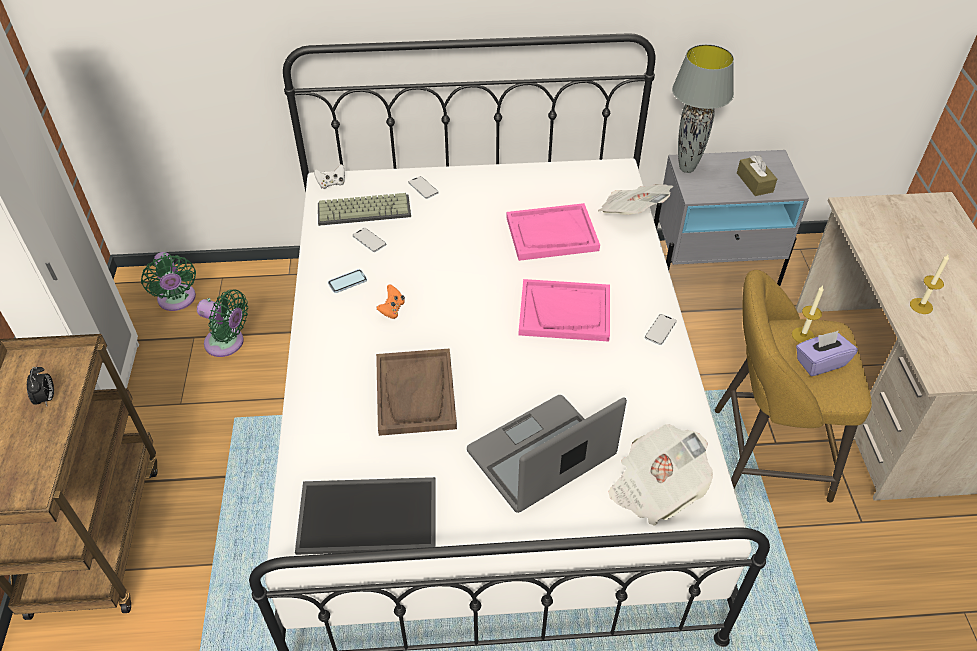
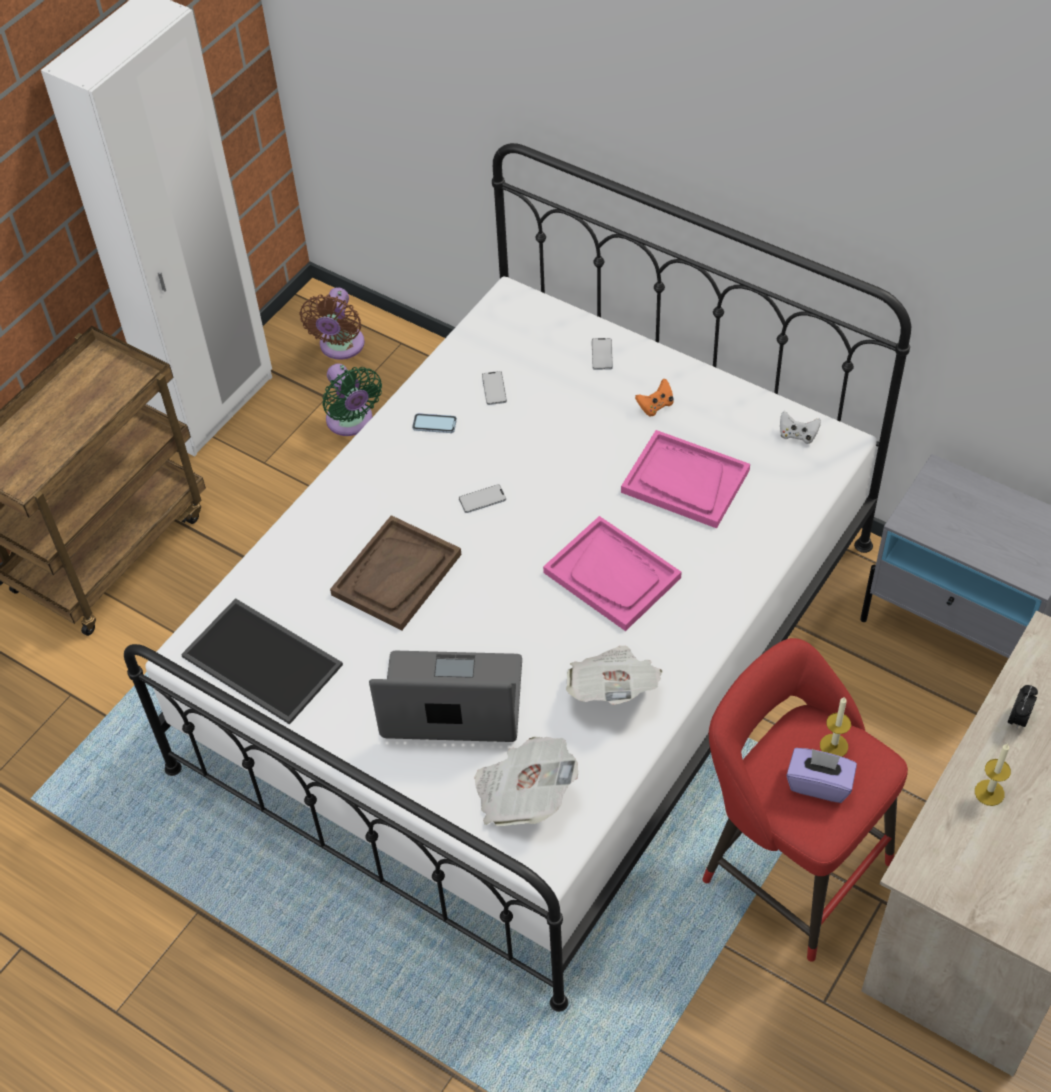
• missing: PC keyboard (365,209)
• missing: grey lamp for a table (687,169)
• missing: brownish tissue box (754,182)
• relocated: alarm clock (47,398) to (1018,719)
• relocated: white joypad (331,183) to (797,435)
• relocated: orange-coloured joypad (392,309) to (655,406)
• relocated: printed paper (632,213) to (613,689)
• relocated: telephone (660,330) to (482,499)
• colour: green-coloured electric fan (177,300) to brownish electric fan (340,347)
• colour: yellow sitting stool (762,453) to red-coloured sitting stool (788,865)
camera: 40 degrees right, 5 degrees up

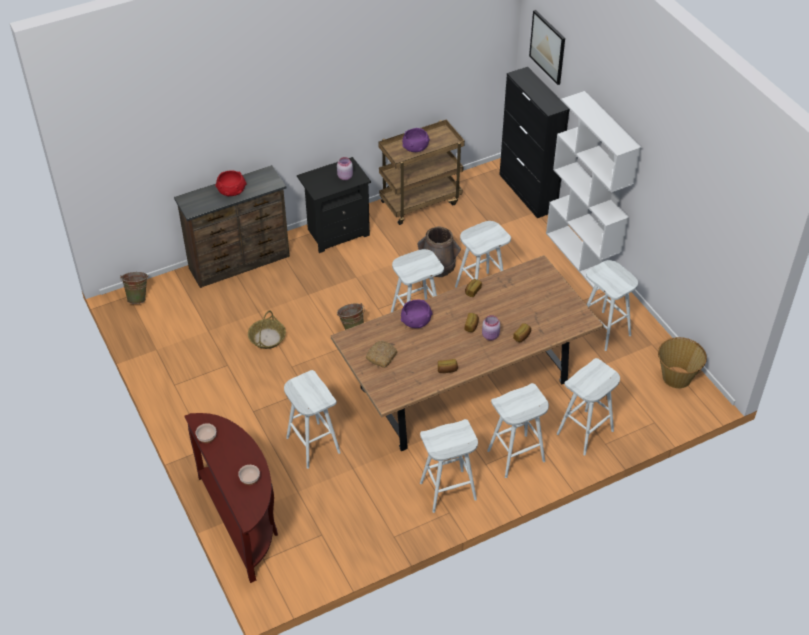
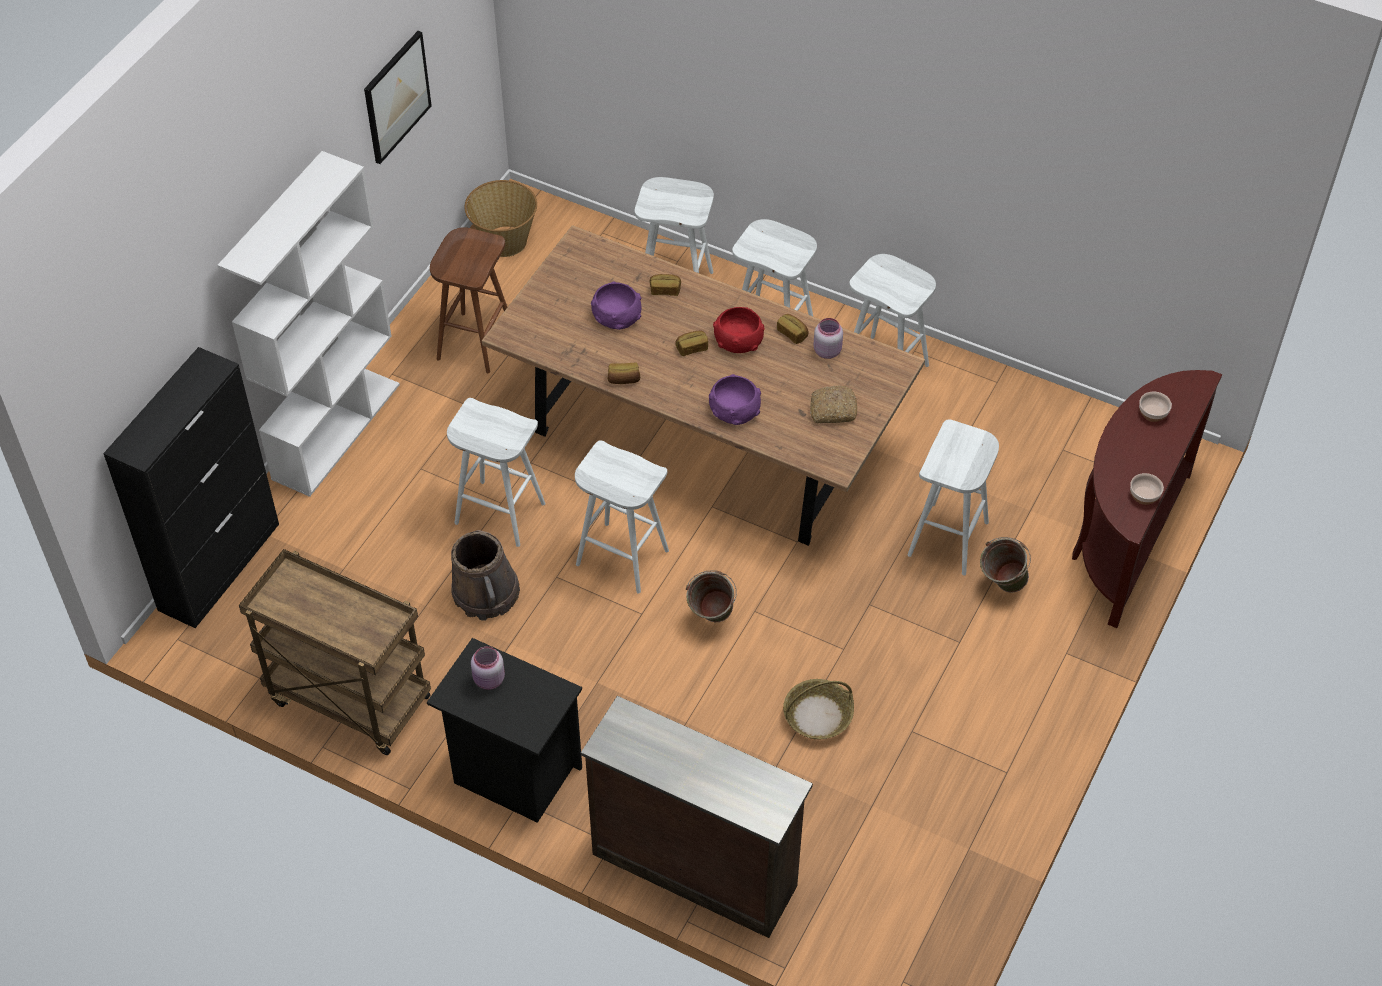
• relocated: green-coloured pail (138,297) to (1001,586)
• relocated: red-coloured bowl (231,189) to (738,341)
• relocated: purplish bowl (415,147) to (617,316)
• relocated: pinkish storage jar (491,336) to (827,350)
• relocated: wall art (547,47) to (396,96)
• colour: white sitting stool (605,331) to brownish sitting stool (475,341)
camera: 125 degrees left, 5 degrees up

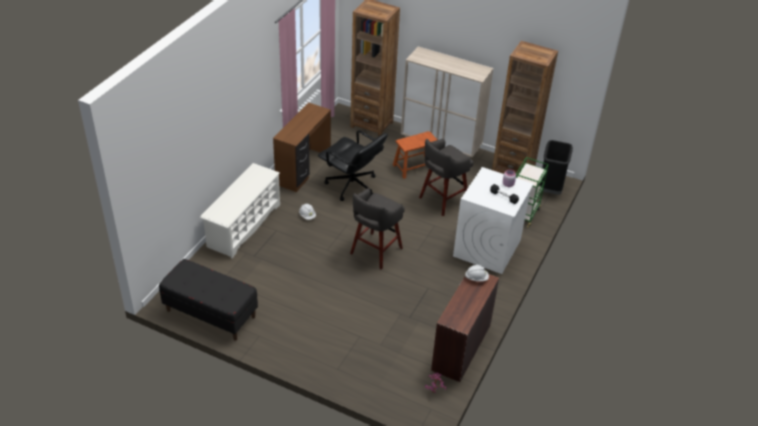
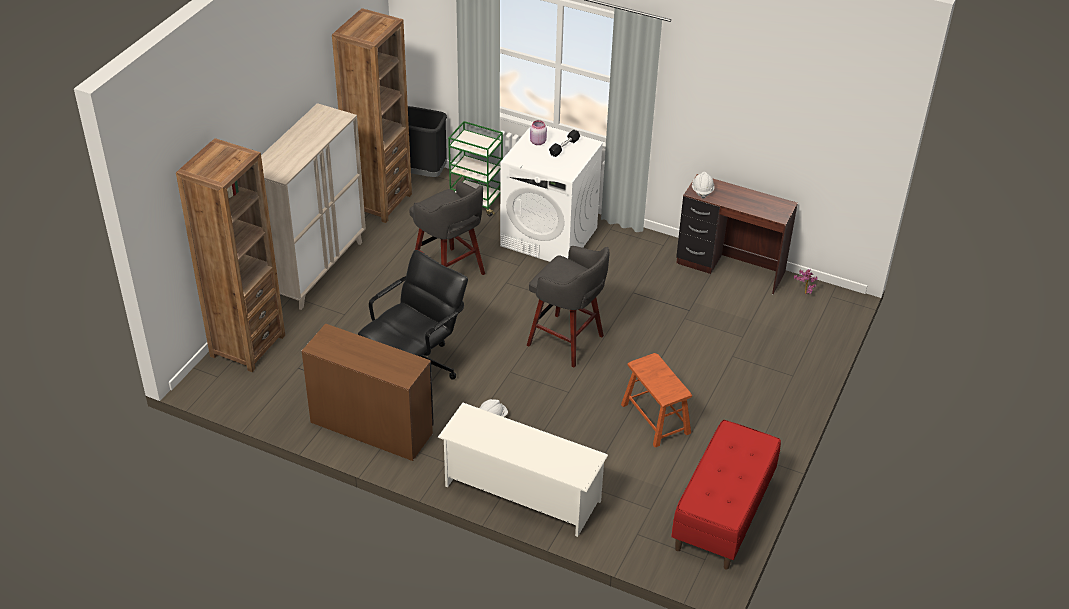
• relocated: brownish sitting stool (415,167) to (655,418)
• colour: black indoor bench (210,313) to red-coloured indoor bench (723,515)
camera: 90 degrees left, 0 degrees up

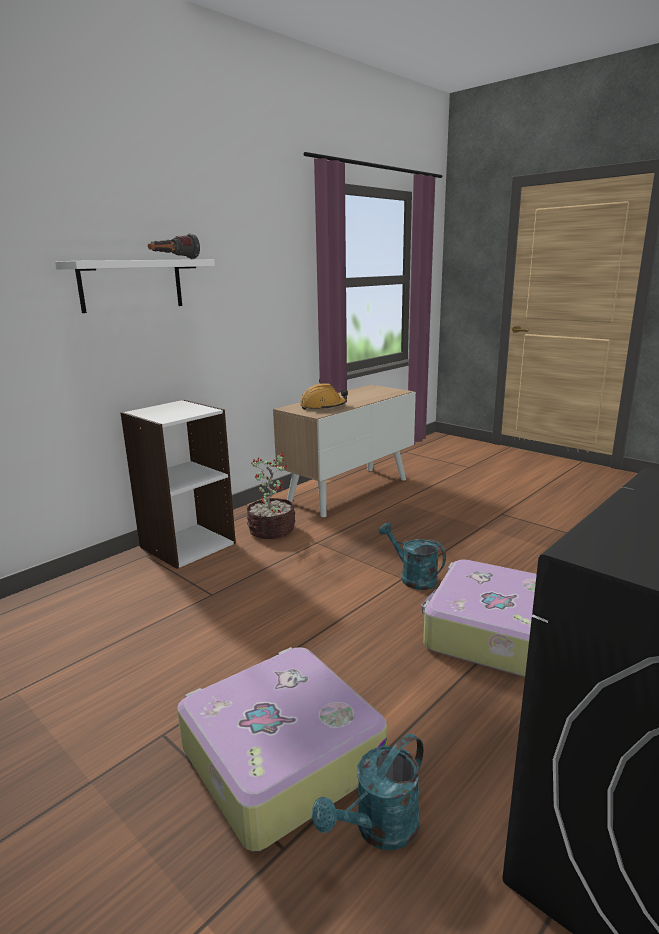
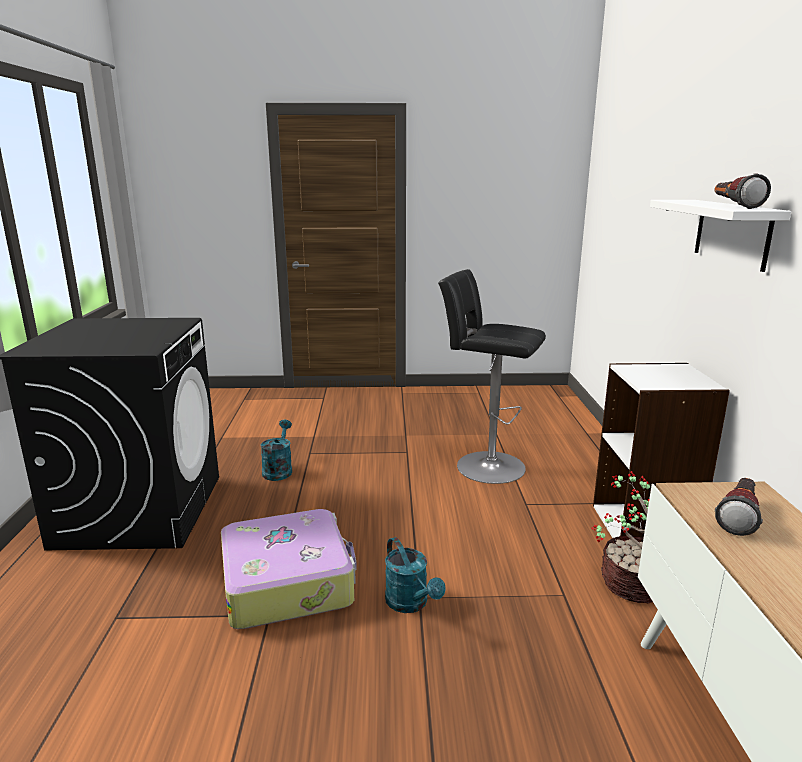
• missing: piece of luggage (279,756)
• appeared: black sitting stool (485,466)
• exchanged: orange-coloured safety helmet (323,407) to hand torch (738,517)
• spun: blue-green sprinkling can (413,578) = (411,604) 60 degrees clockwise
camera: 135 degrees right, 0 degrees up

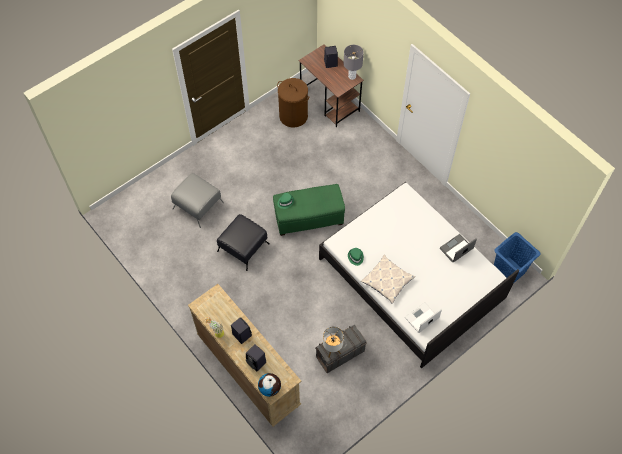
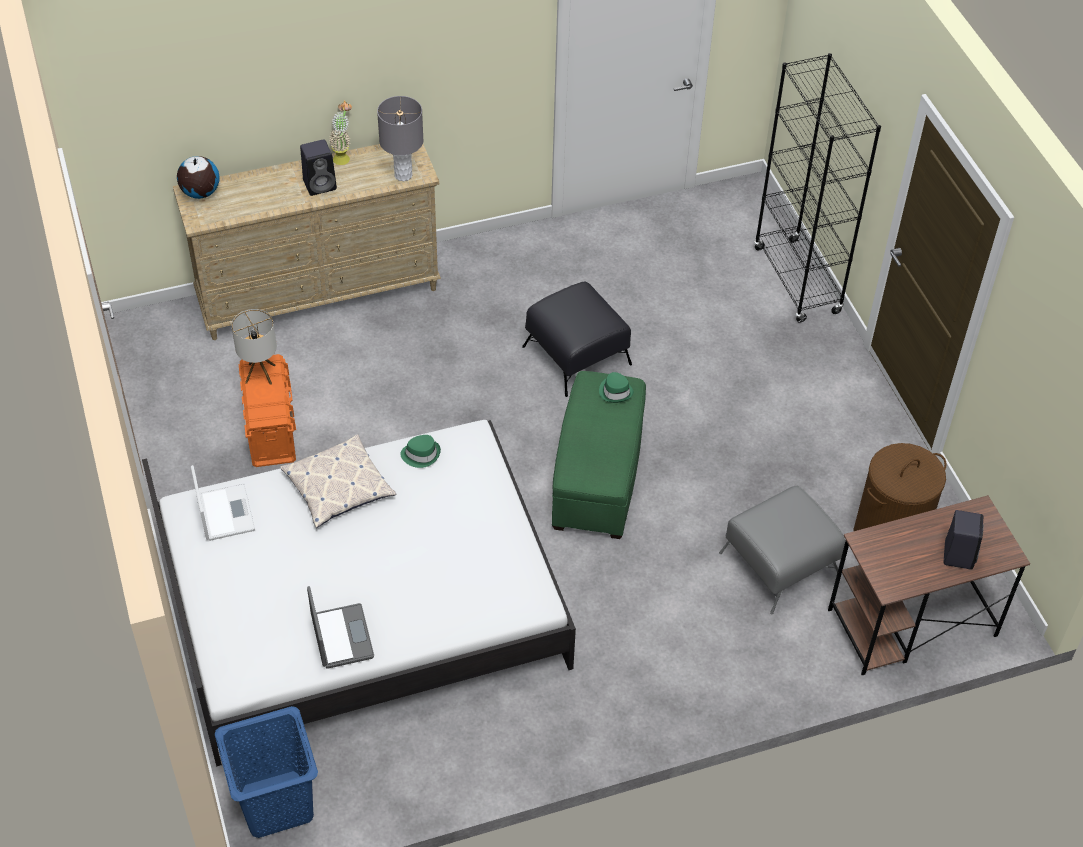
• missing: black speaker (257,362)
• appeared: black bookshelf (797,281)
• relocated: grey footrest (198,206) to (778,564)
• relocated: grey lamp for a table (352,76) to (403,175)
• colour: grey storage box (340,354) to orange-coloured storage box (271,429)
camera: 110 degrees right, 10 degrees down

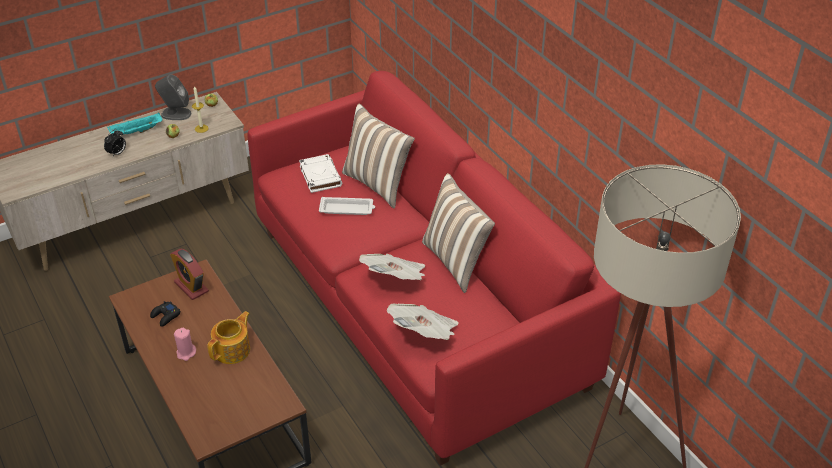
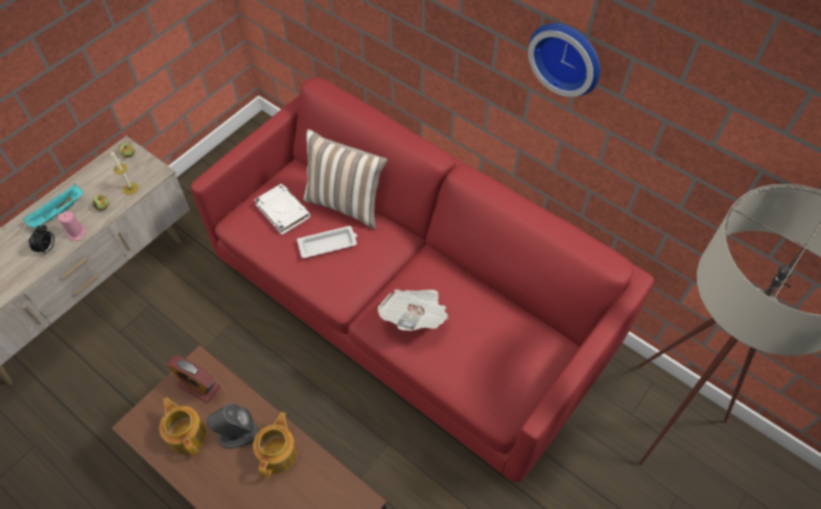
• missing: printed paper (424,333)
• missing: pillow (456,262)
• appeared: clock on the wall (567,56)
• relocated: grey speaker (175,114) to (237,434)
• relocated: pinkish wax candle (186,353) to (77,233)
• exchanged: black joypad (165,316) to teapot (187,433)
camera: 20 degrees left, 15 degrees up

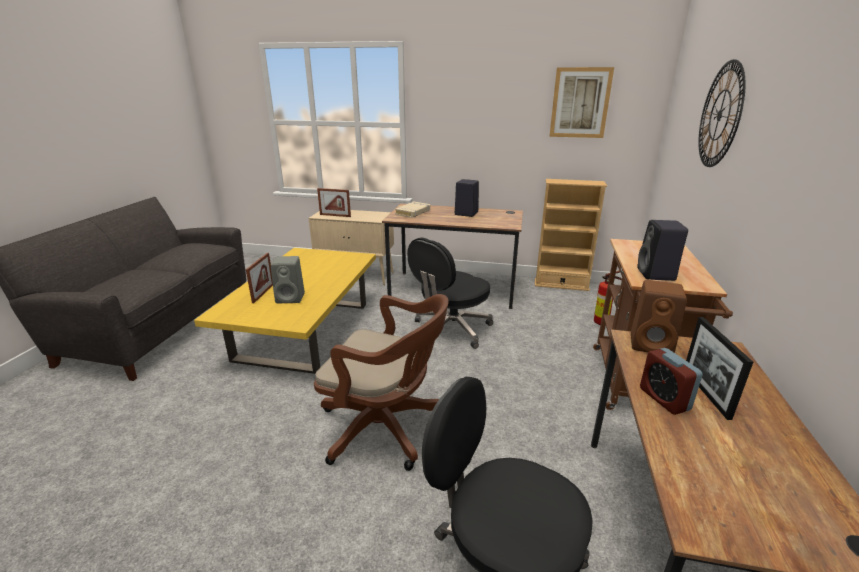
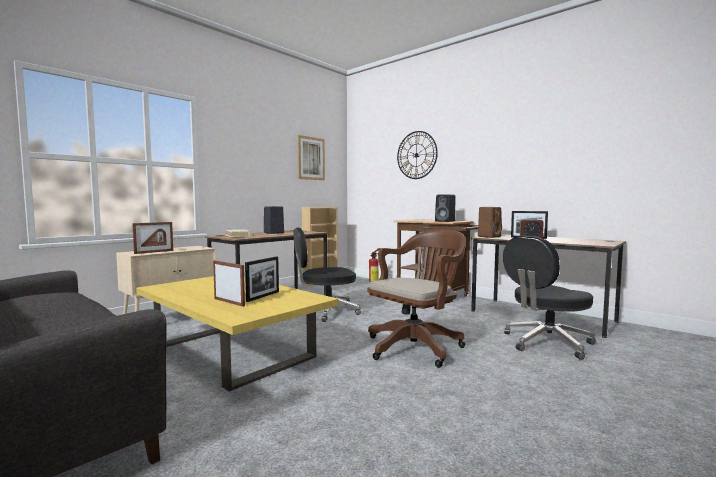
• exchanged: grey speaker (291,298) to picture frame (263,296)
• spun: black desk chair (450,330) = (325,311) 90 degrees clockwise
camera: 60 degrees left, 20 degrees down

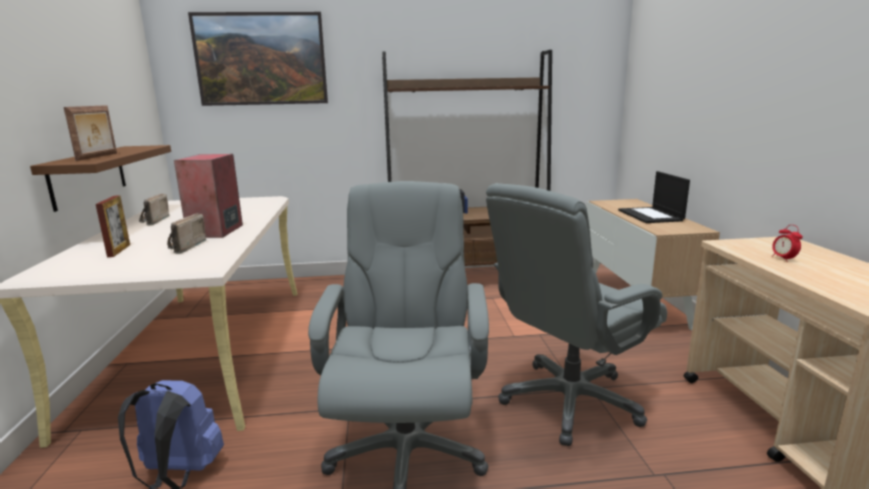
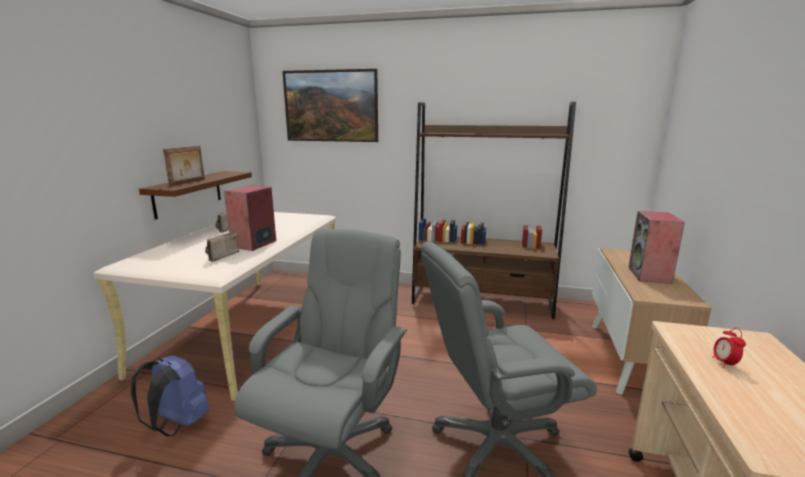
• missing: picture frame (119,250)
• exchanged: notebook computer (651,215) to speaker (650,275)
camera: 20 degrees right, 0 degrees up

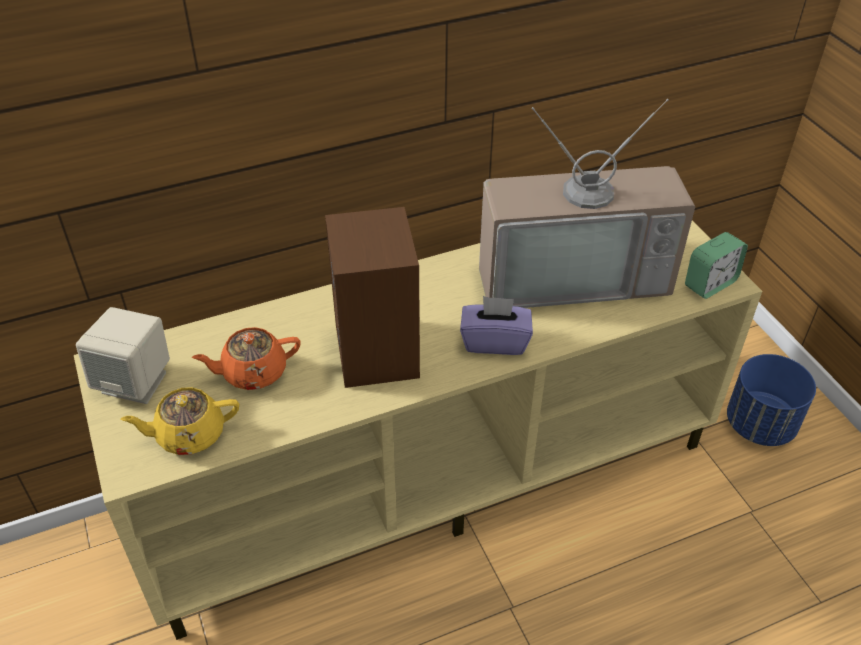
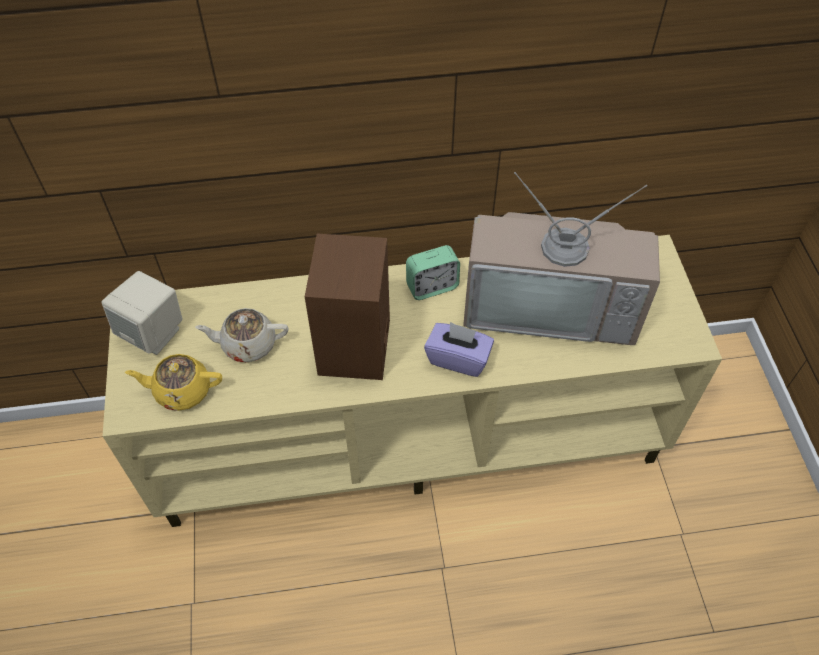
• missing: blue-coloured flower pot (760,425)
• relocated: alarm clock (710,284) to (432,286)
• colour: orange-coloured teapot (253,372) to beige-coloured teapot (247,344)
camera: 15 degrees right, 10 degrees up

